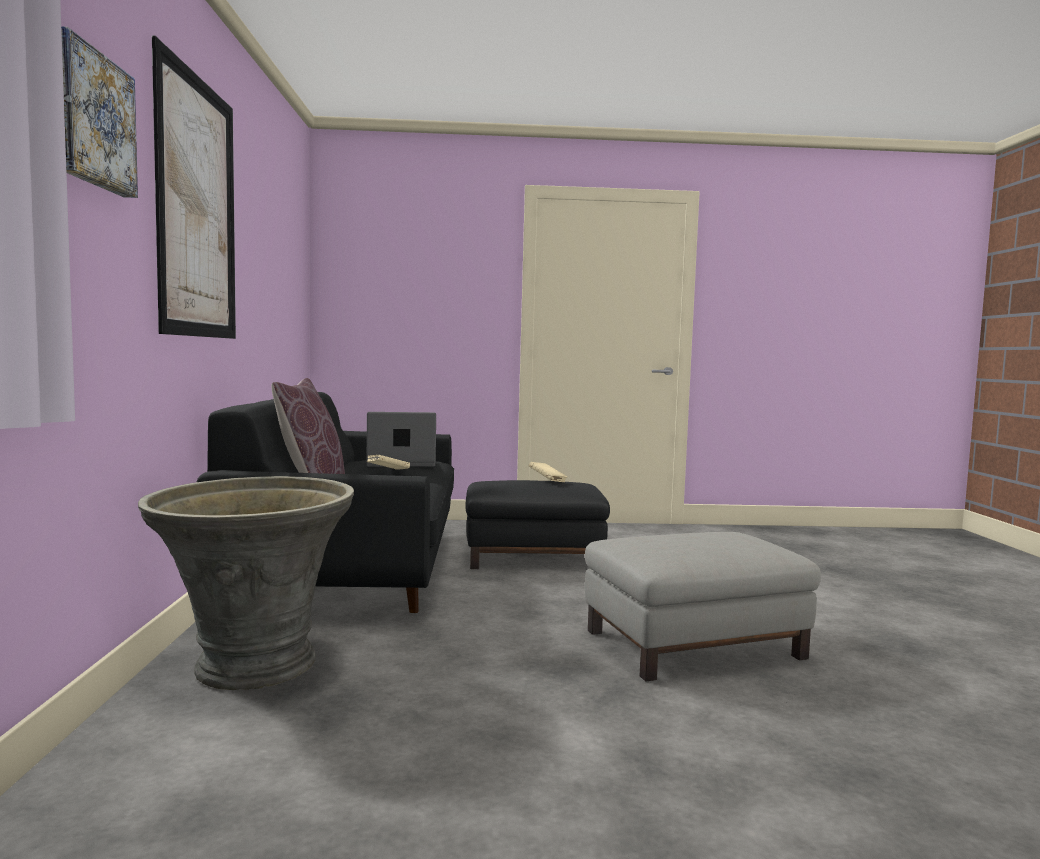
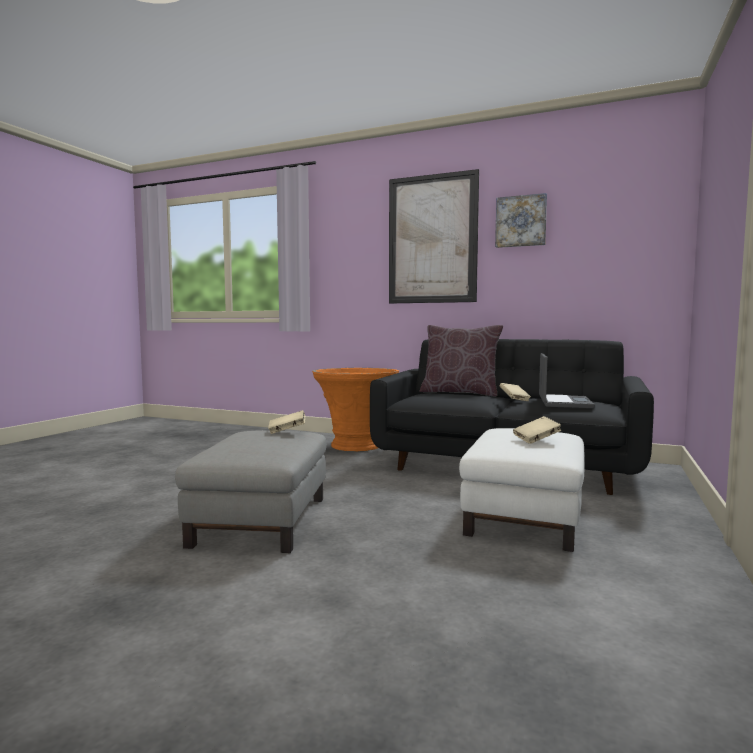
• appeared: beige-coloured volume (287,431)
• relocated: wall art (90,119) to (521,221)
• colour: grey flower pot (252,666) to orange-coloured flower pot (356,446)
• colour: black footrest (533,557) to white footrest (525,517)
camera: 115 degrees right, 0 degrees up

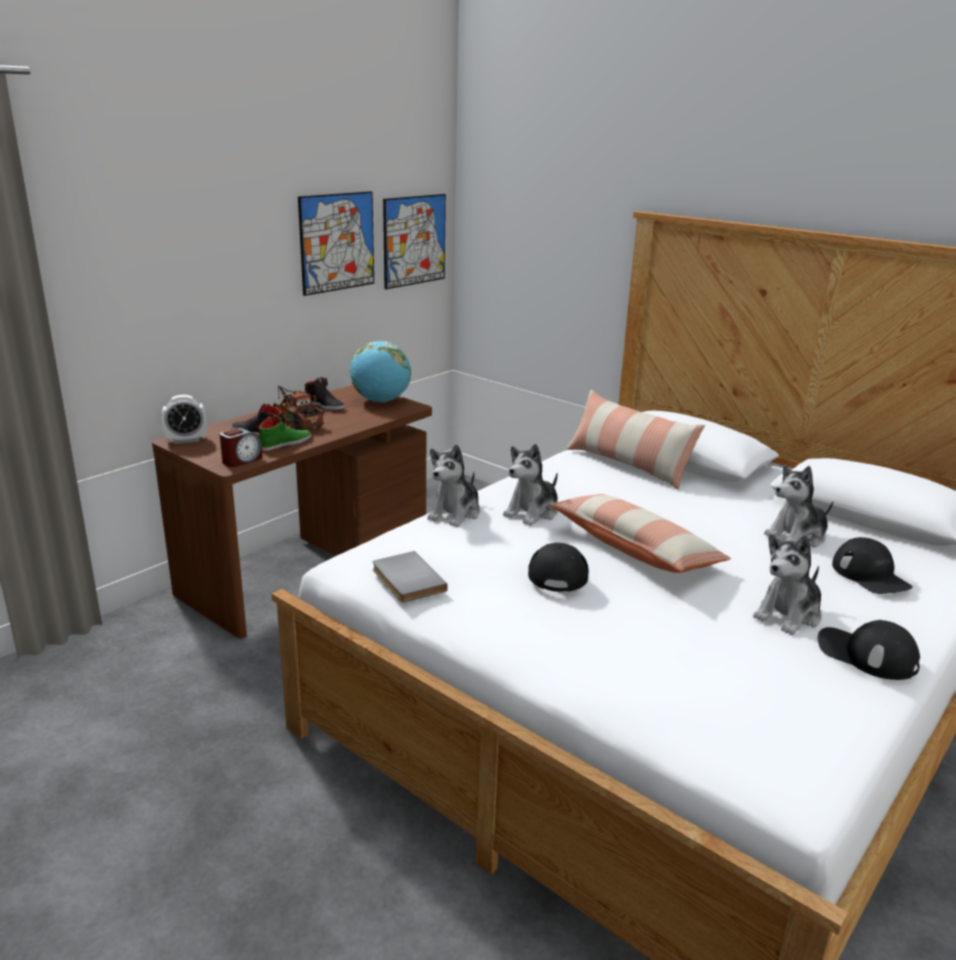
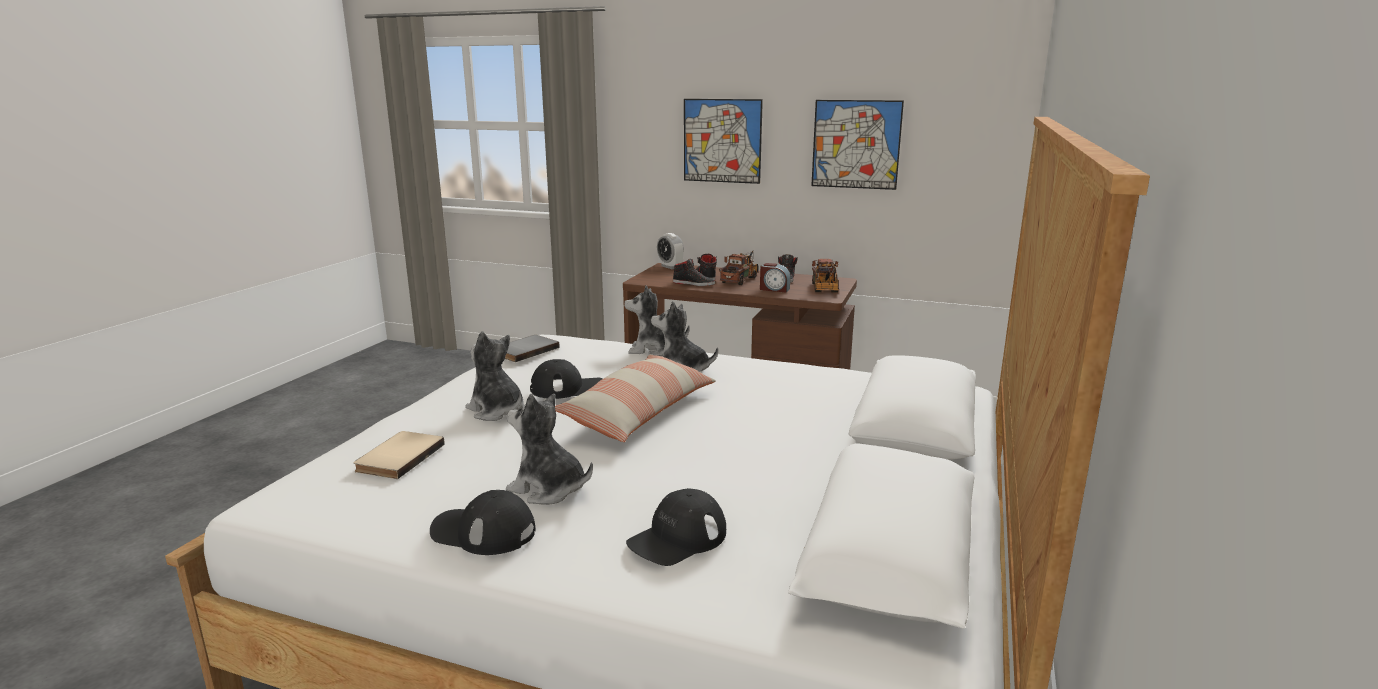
• missing: pillow (628,464)
• appeared: beige-coloured volume (398,457)
• relocated: alarm clock (241,460) to (774,289)
• relocated: wall art (414,240) to (722,141)
• relocated: plush toy (797,537) to (497,411)
• exchanged: desk globe (381,401) to model truck (825,289)
• colour: green-coloured item of footwear (284,444) to black item of footwear (694,284)
• spun: black cap (866,654) = (483,531) 90 degrees counterclockwise
camera: 70 degrees right, 5 degrees down

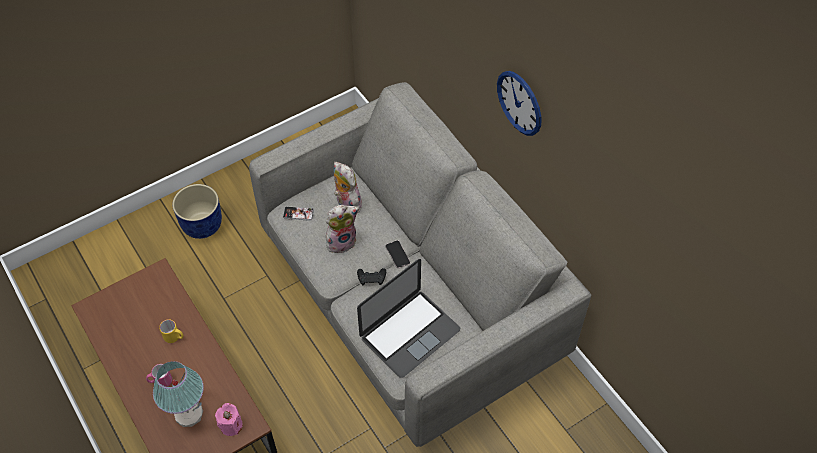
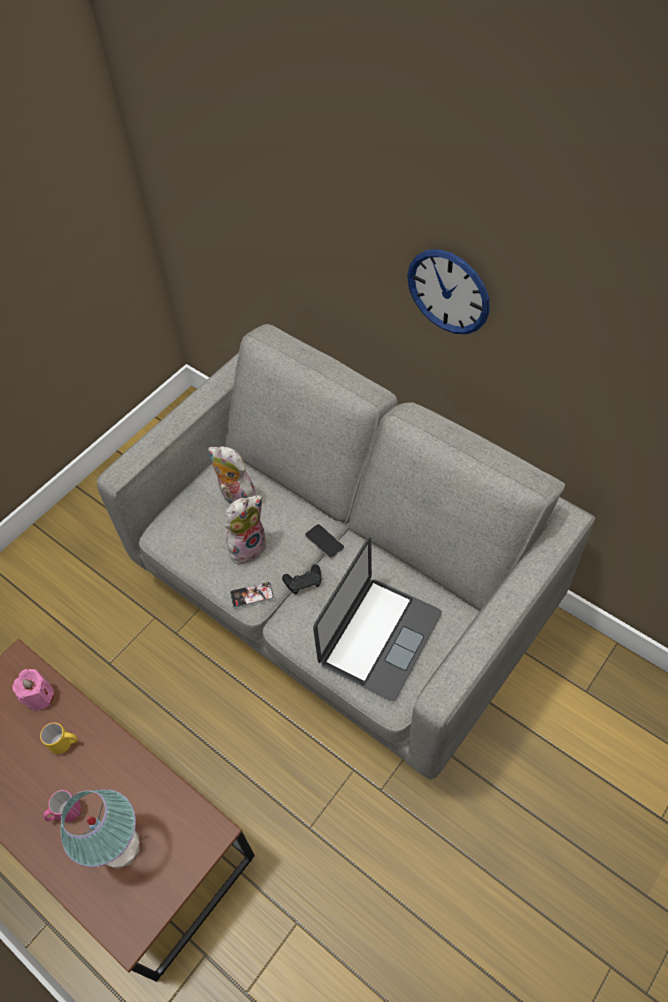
• missing: blue-coloured flower pot (203,224)
• relocated: pinkish wax candle (231,425) to (39,697)
• relocated: telephone (298,214) to (252,595)
camera: 15 degrees left, 0 degrees up

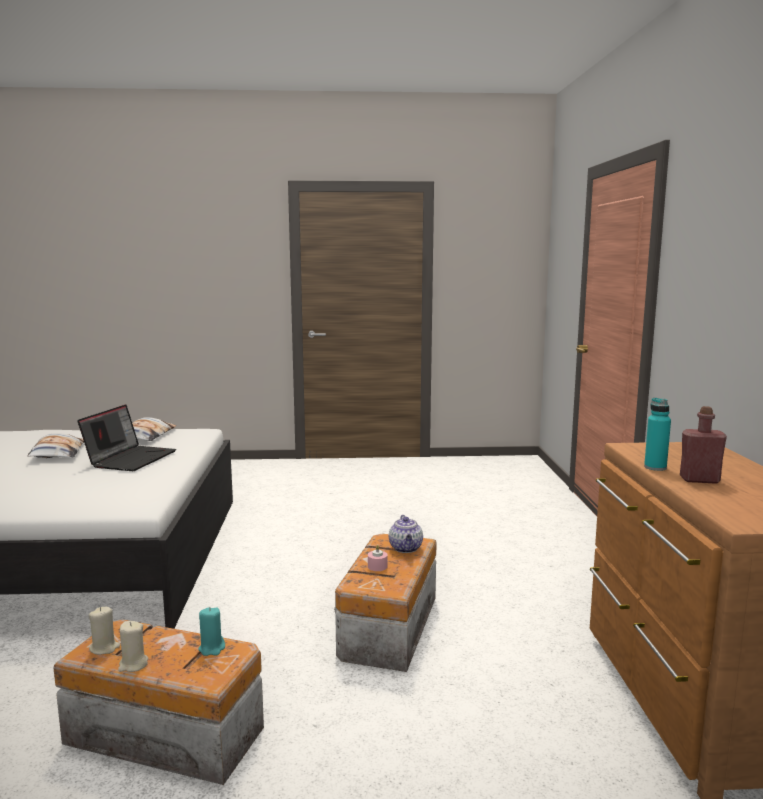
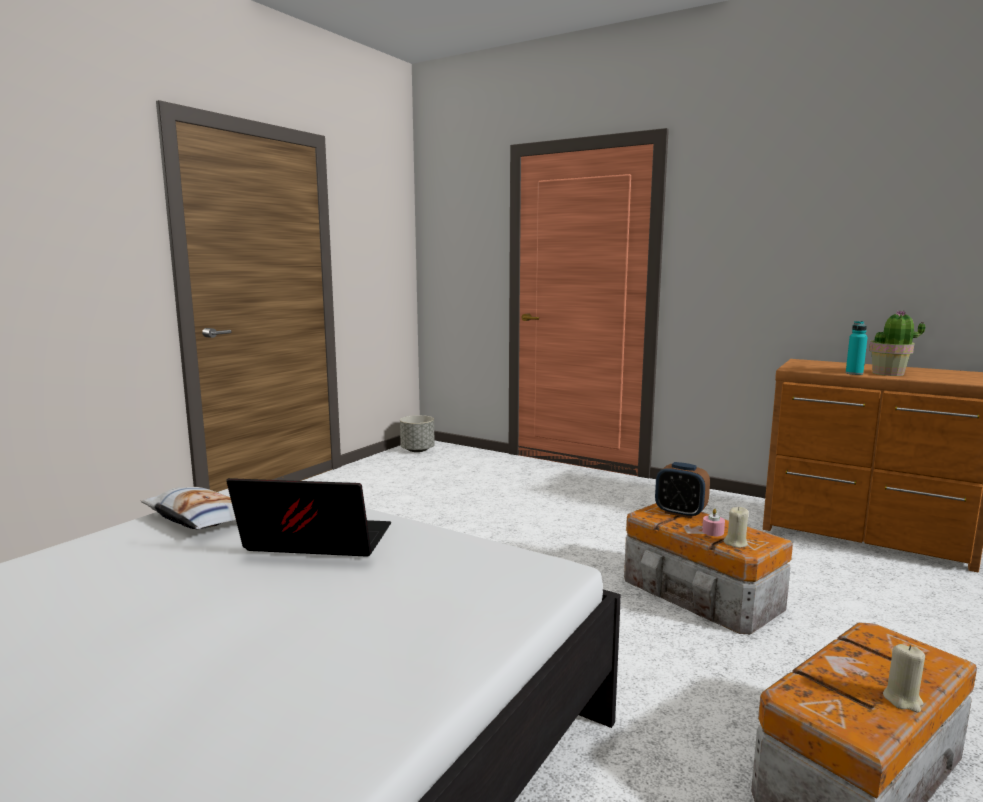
• missing: pillow (57,453)
• missing: blue-green wax candle (212,648)
• appeared: grey flower pot (418,450)
• relocated: beige-coloured wax candle (104,648) to (736,543)
• exchanged: teapot (406,549) to alarm clock (680,513)
• exchanged: red-coloured drink bottle (699,480) to potted plant (889,373)
• spun: notebook computer (131,459) = (314,544) 45 degrees counterclockwise
camera: 55 degrees left, 0 degrees up

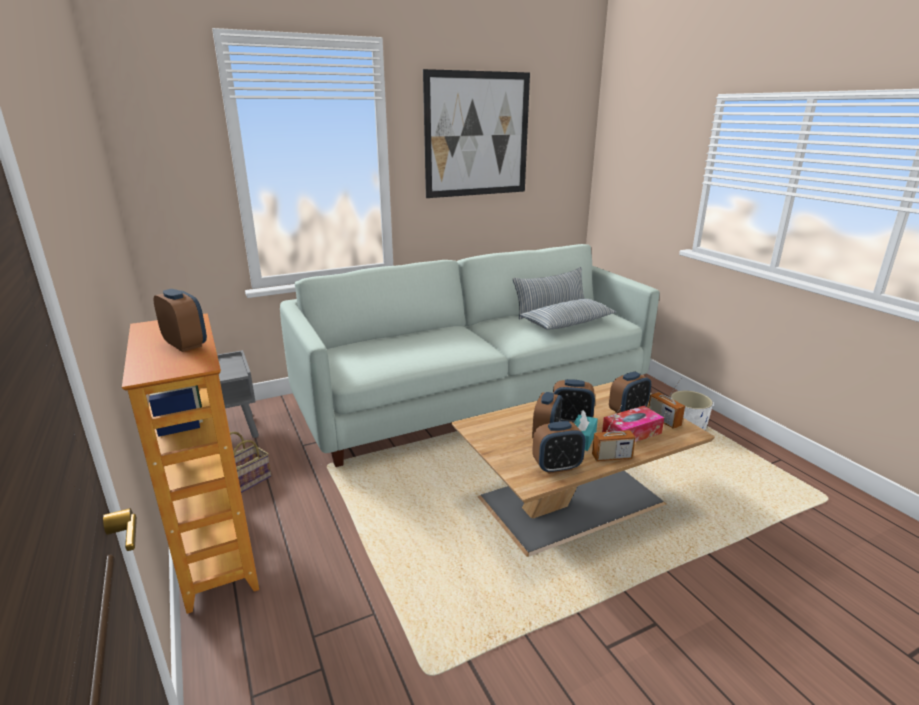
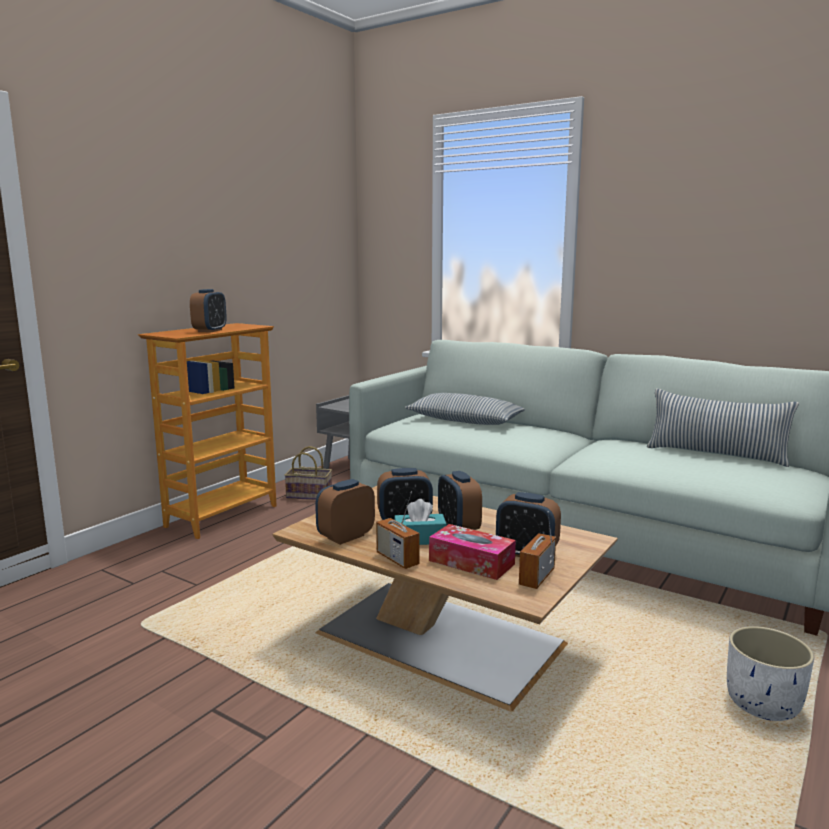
• missing: wall art (477,135)
• relocated: pillow (567,323) to (465,421)
• spun: alarm clock (557,467) = (346,537) 90 degrees clockwise
camera: 60 degrees right, 10 degrees down

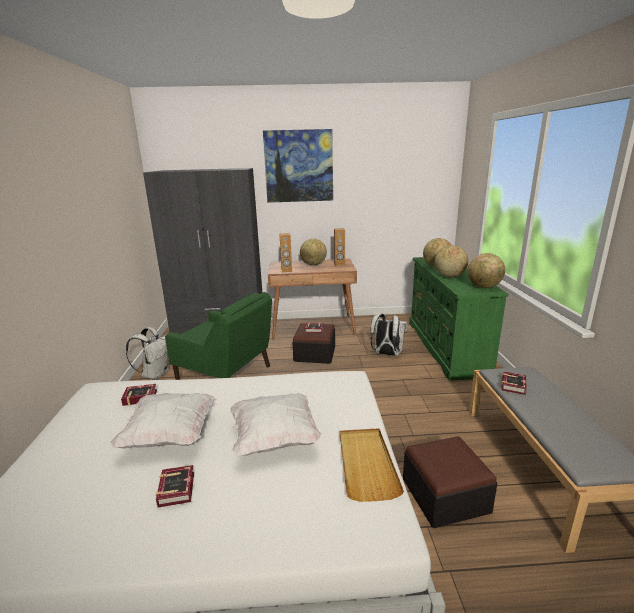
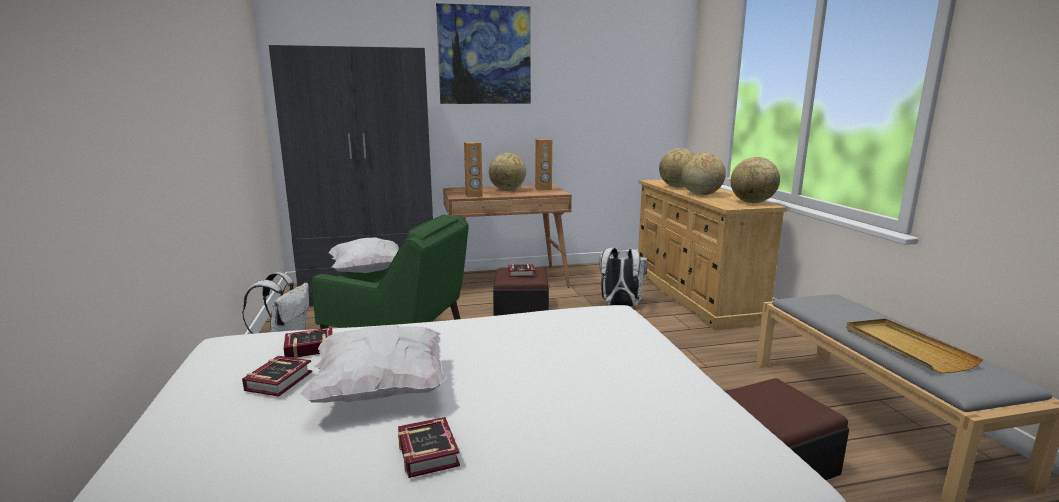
• relocated: white pillow (275,438) to (368,272)
• relocated: beige-coloured tray (366,464) to (905,348)
• relocated: volume (514,385) to (282,380)
• colour: green-coloured chest of drawers (446,347) to beige-coloured chest of drawers (694,295)
camera: 10 degrees left, 5 degrees down

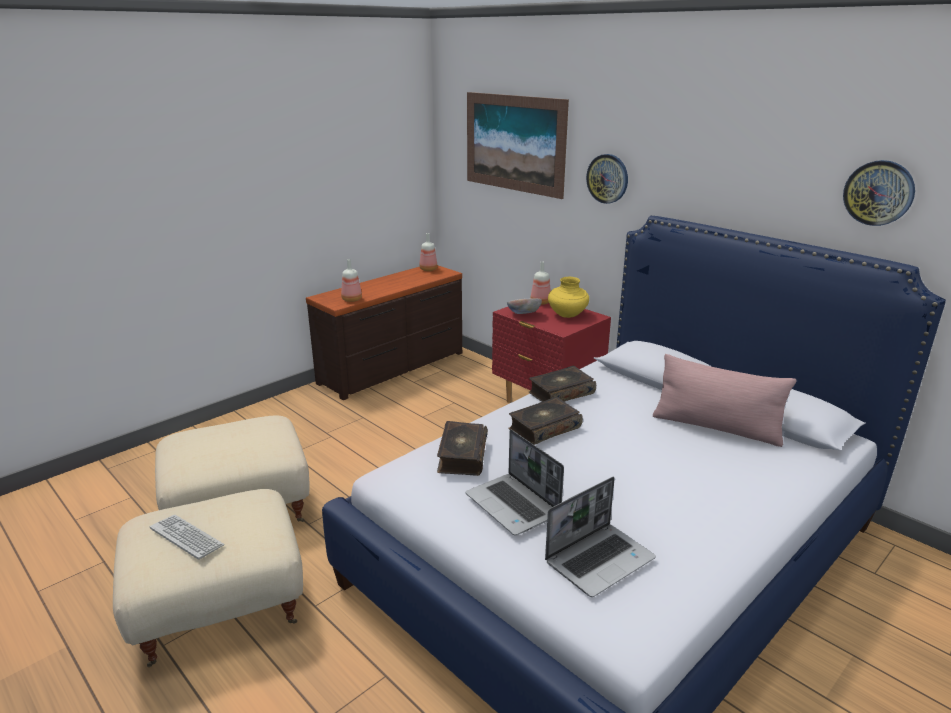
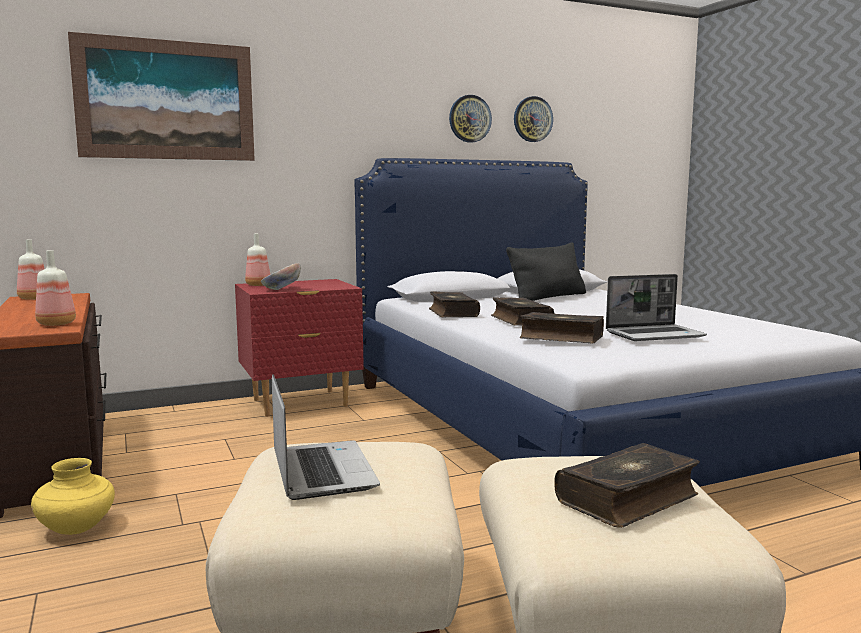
• relocated: notebook computer (600,560) to (321,471)
• relocated: yellow flower vase (567,315) to (77,528)
• relocated: clock on the wall (607,178) to (469,119)
• exchanged: PC keyboard (186,537) to volume (629,499)
• colour: pinkish pillow (716,427) to black pillow (548,298)
camera: 70 degrees left, 15 degrees down

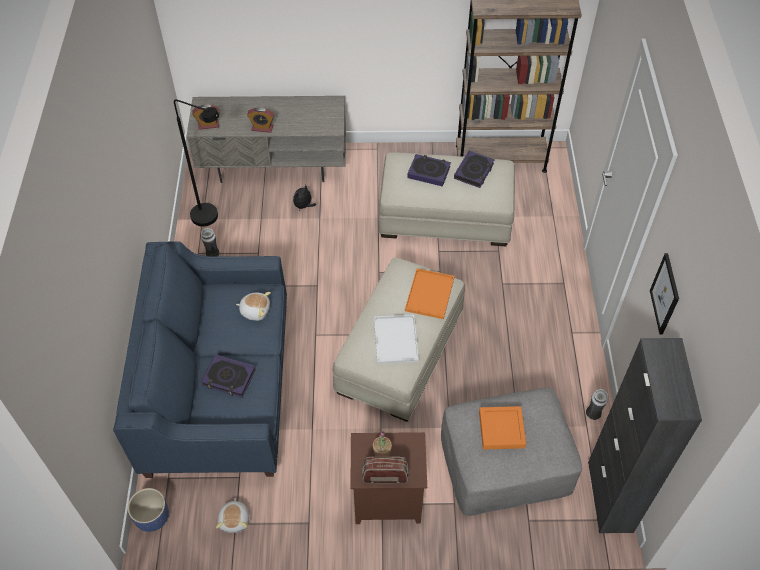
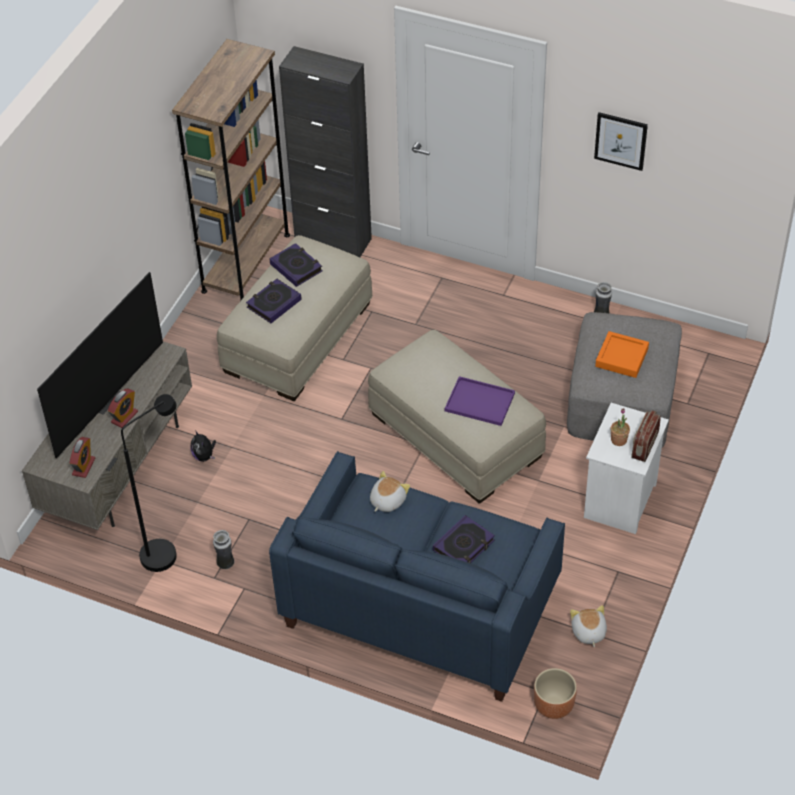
• missing: orange-coloured tray (429,293)
• appeared: TV set (104,399)
• relocated: black cabinet (610,496) to (333,240)
• colour: blue-coloured flower pot (152,517) to brownish flower pot (553,706)
• colour: brownish nightstand (386,500) to white nightstand (621,501)
• colour: white tray (395,339) to purplish tray (478,402)
• spun: plush toy (235,520) = (588,632) 120 degrees counterclockwise
camera: 65 degrees left, 5 degrees down

